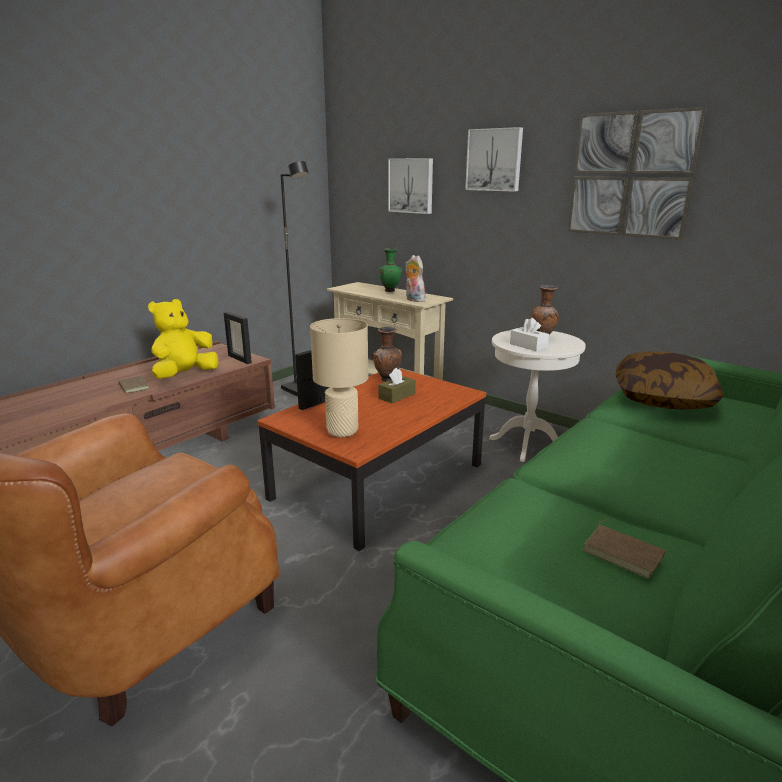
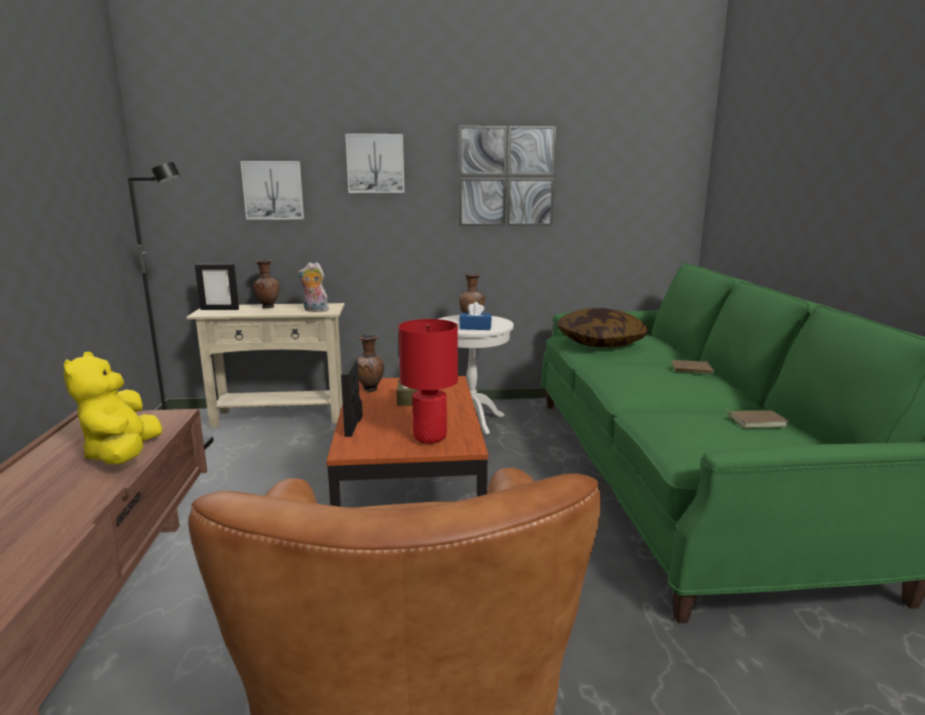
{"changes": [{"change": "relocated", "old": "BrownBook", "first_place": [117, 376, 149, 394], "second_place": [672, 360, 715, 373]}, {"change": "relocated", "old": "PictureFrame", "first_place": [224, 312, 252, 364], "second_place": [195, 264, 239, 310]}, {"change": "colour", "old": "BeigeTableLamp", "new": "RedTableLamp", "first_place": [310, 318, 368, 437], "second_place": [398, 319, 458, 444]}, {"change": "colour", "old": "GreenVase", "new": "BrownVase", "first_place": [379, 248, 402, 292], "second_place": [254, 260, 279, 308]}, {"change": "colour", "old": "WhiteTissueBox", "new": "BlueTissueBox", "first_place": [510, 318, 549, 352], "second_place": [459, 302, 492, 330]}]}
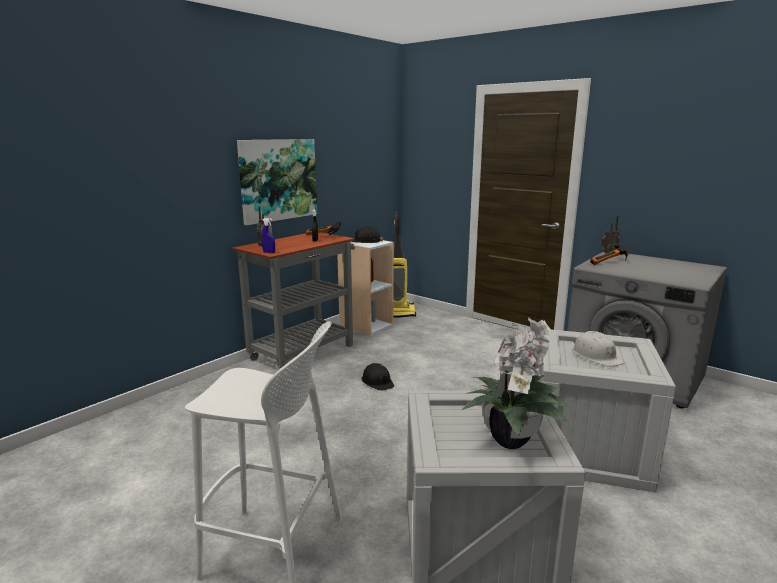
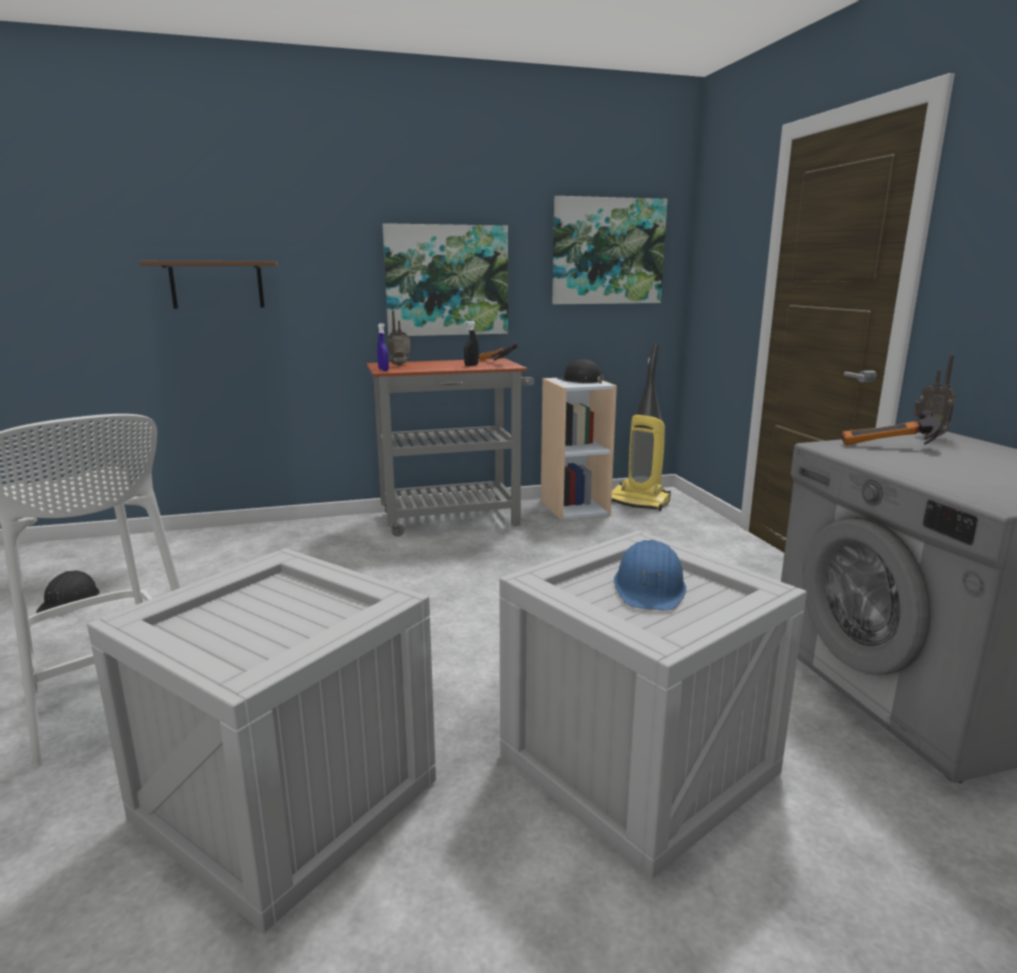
{"changes": [{"change": "missing", "old": "PottedPlant", "first_place": [462, 318, 571, 449]}, {"change": "appeared", "new": "BrownShelf", "second_place": [140, 261, 278, 309]}, {"change": "appeared", "new": "Picture", "second_place": [552, 196, 667, 304]}, {"change": "relocated", "old": "BlackHardHat", "first_place": [361, 363, 394, 391], "second_place": [36, 571, 100, 613]}, {"change": "colour", "old": "WhiteHardHat", "new": "BlueHardHat", "first_place": [572, 331, 624, 367], "second_place": [614, 540, 686, 611]}]}
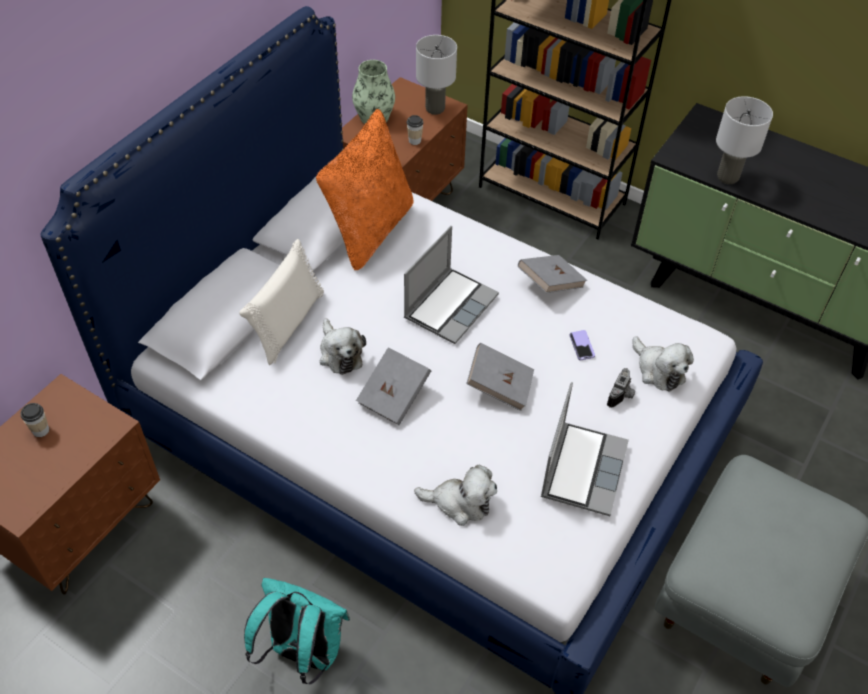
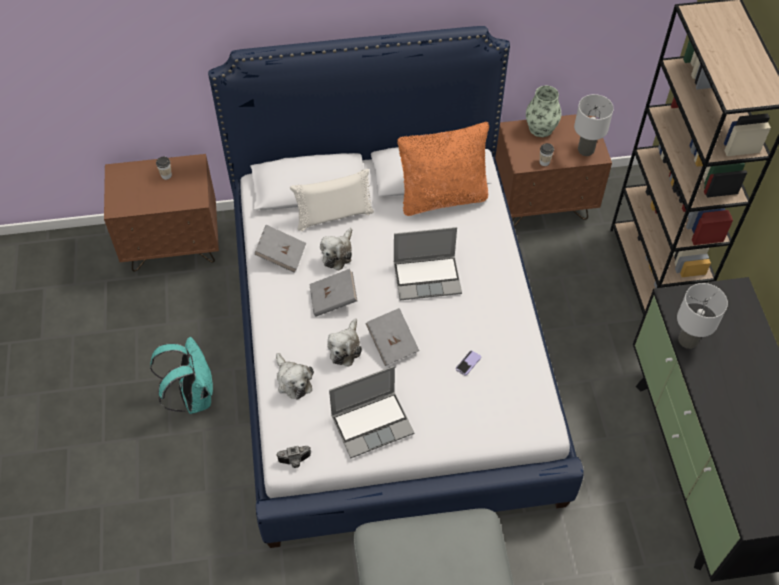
{"changes": [{"change": "relocated", "old": "GreyBook", "first_place": [518, 255, 587, 293], "second_place": [254, 225, 306, 273]}, {"change": "relocated", "old": "PhotoCamera", "first_place": [607, 368, 635, 408], "second_place": [276, 446, 311, 468]}, {"change": "relocated", "old": "PlushToy", "first_place": [632, 336, 694, 392], "second_place": [327, 318, 362, 367]}]}
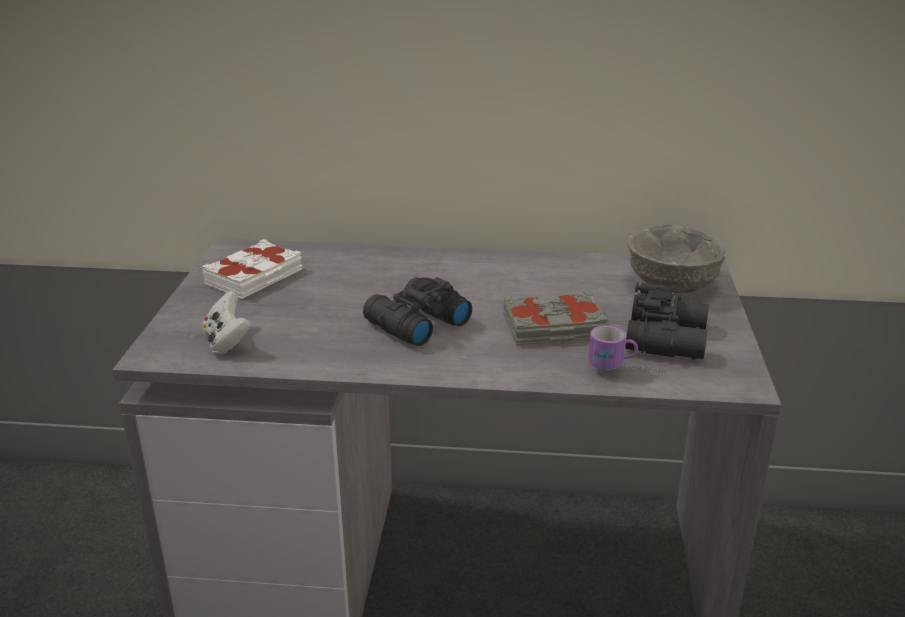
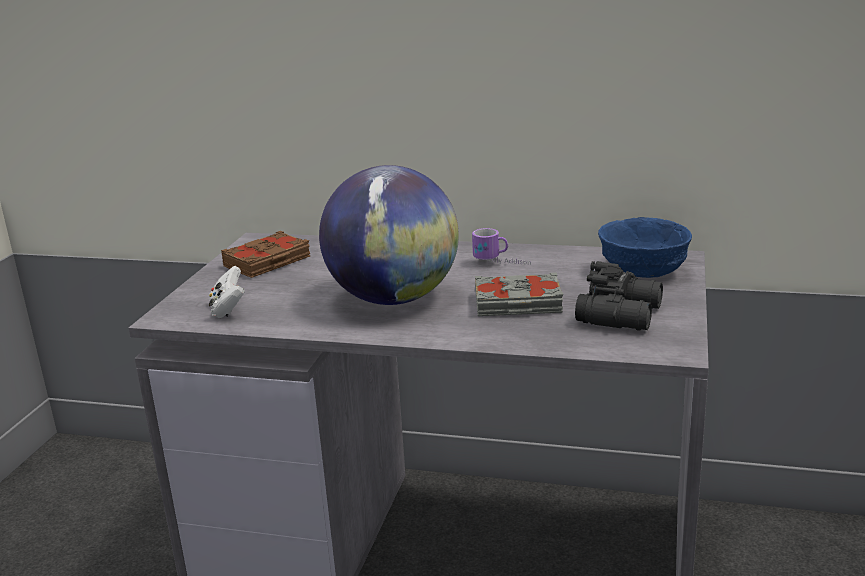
{"changes": [{"change": "relocated", "old": "Mug", "first_place": [588, 325, 666, 374], "second_place": [472, 228, 531, 265]}, {"change": "exchanged", "old": "BlackBinoculars", "new": "Globe", "first_place": [363, 277, 472, 346], "second_place": [319, 165, 459, 305]}, {"change": "colour", "old": "WhiteBook", "new": "BrownBook", "first_place": [202, 239, 302, 299], "second_place": [221, 231, 310, 278]}, {"change": "colour", "old": "GreyBowl", "new": "BlueBowl", "first_place": [627, 225, 727, 293], "second_place": [598, 217, 692, 278]}]}
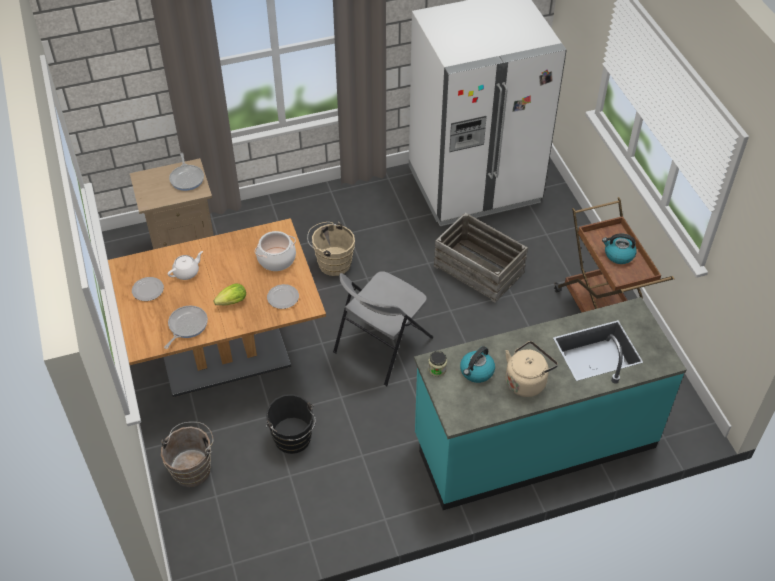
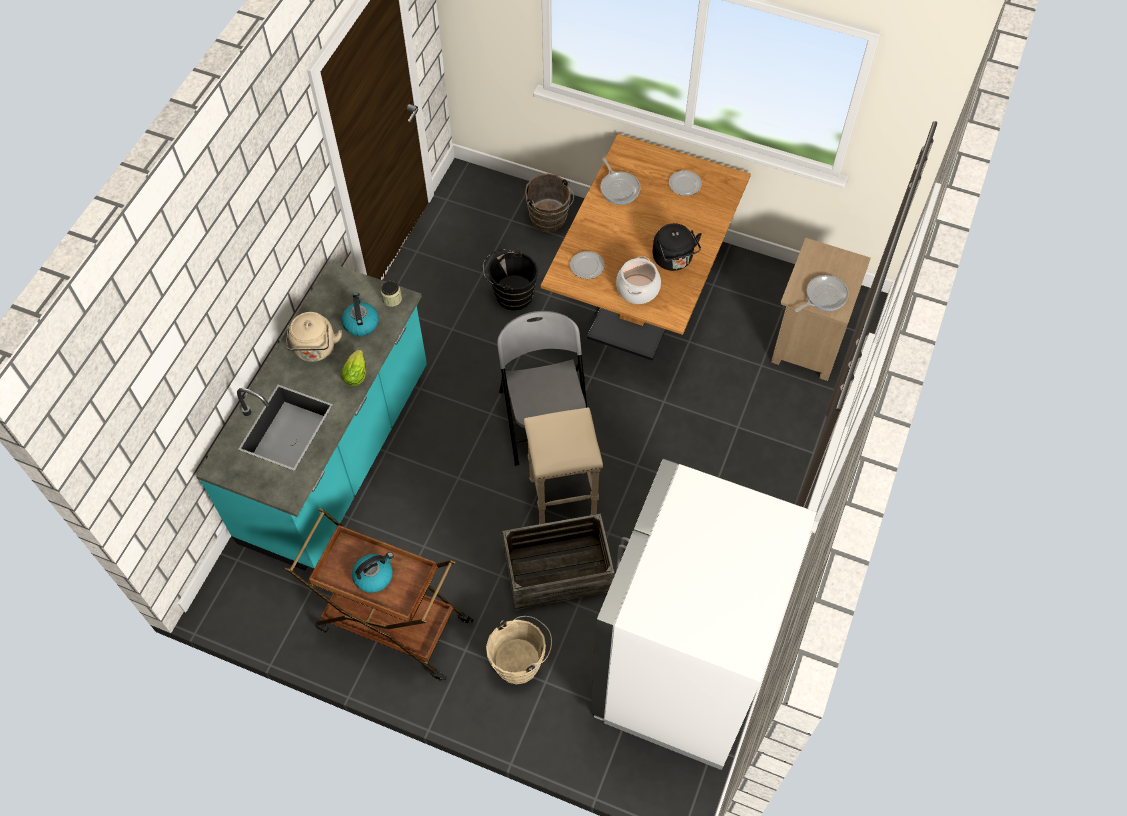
{"changes": [{"change": "missing", "old": "WhiteTeapot", "first_place": [168, 251, 203, 280]}, {"change": "appeared", "new": "BeigeStool", "second_place": [524, 407, 603, 524]}, {"change": "appeared", "new": "BlackKettle", "second_place": [652, 223, 702, 271]}, {"change": "relocated", "old": "Lettuce", "first_place": [213, 284, 246, 306], "second_place": [341, 349, 366, 386]}, {"change": "relocated", "old": "BeigeBucket", "first_place": [307, 222, 355, 276], "second_place": [486, 616, 552, 684]}, {"change": "spun", "old": "FryingPan", "first_place": [169, 153, 204, 191], "second_place": [795, 275, 849, 312], "degrees": 120}]}
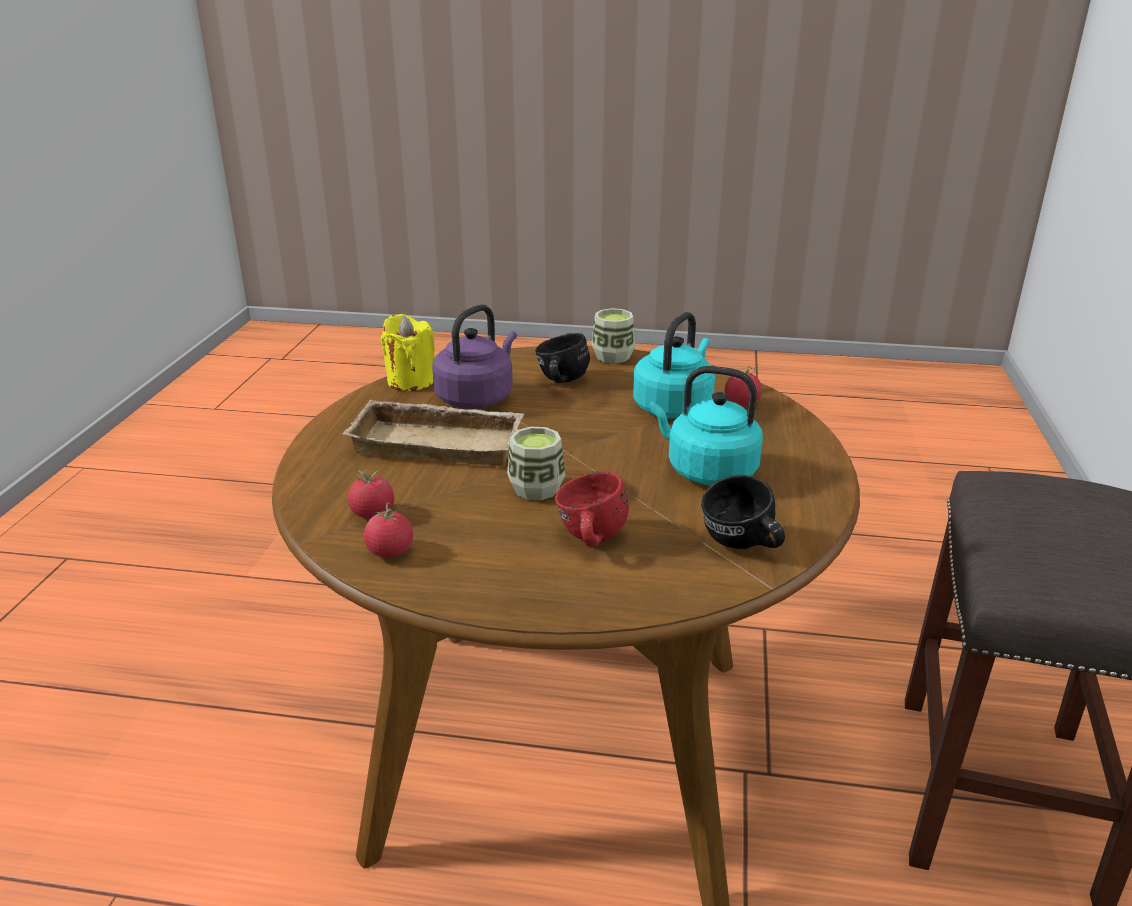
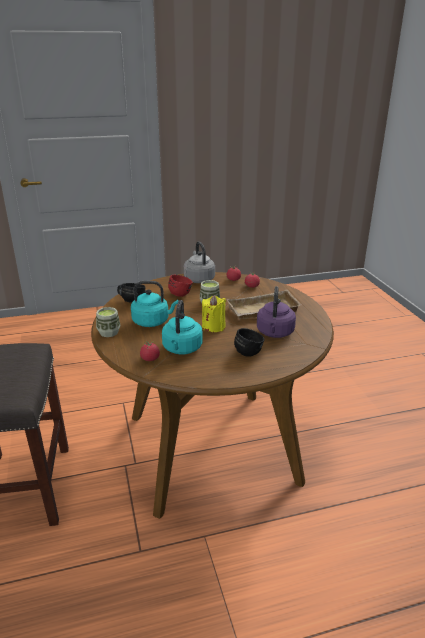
{"changes": [{"change": "appeared", "new": "GreyKettle", "second_place": [184, 241, 215, 283]}, {"change": "relocated", "old": "YellowCandle", "first_place": [381, 314, 435, 391], "second_place": [202, 295, 226, 332]}, {"change": "relocated", "old": "Cup", "first_place": [592, 308, 635, 364], "second_place": [96, 307, 121, 337]}]}
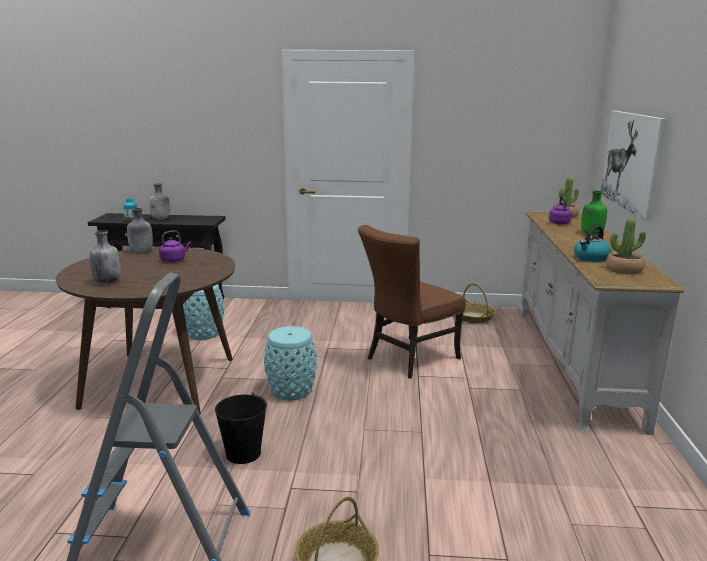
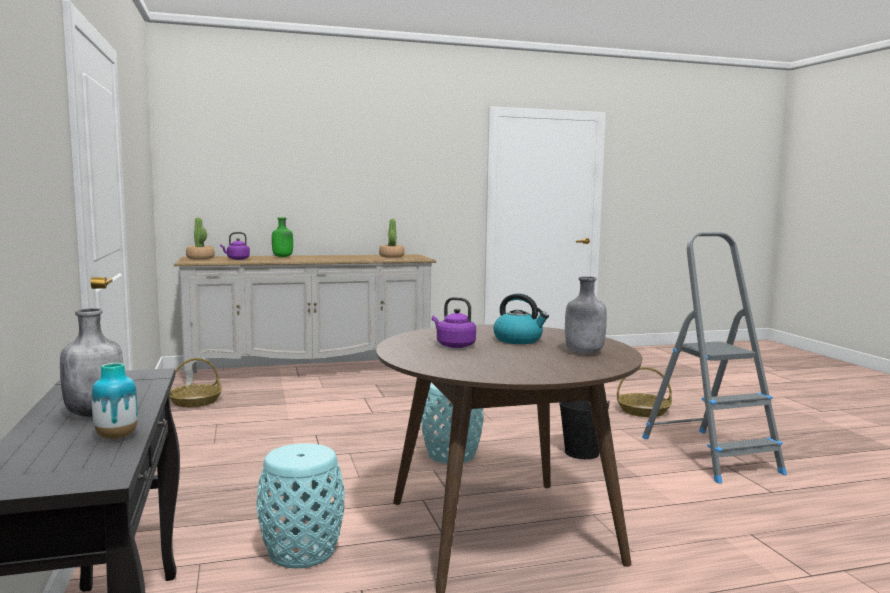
{"changes": [{"change": "missing", "old": "GreyBottle", "first_place": [127, 208, 153, 253]}, {"change": "missing", "old": "BrownChair", "first_place": [358, 225, 466, 379]}, {"change": "missing", "old": "Picture", "first_place": [601, 111, 667, 221]}, {"change": "relocated", "old": "Kettle", "first_place": [574, 225, 611, 262], "second_place": [493, 294, 549, 344]}]}
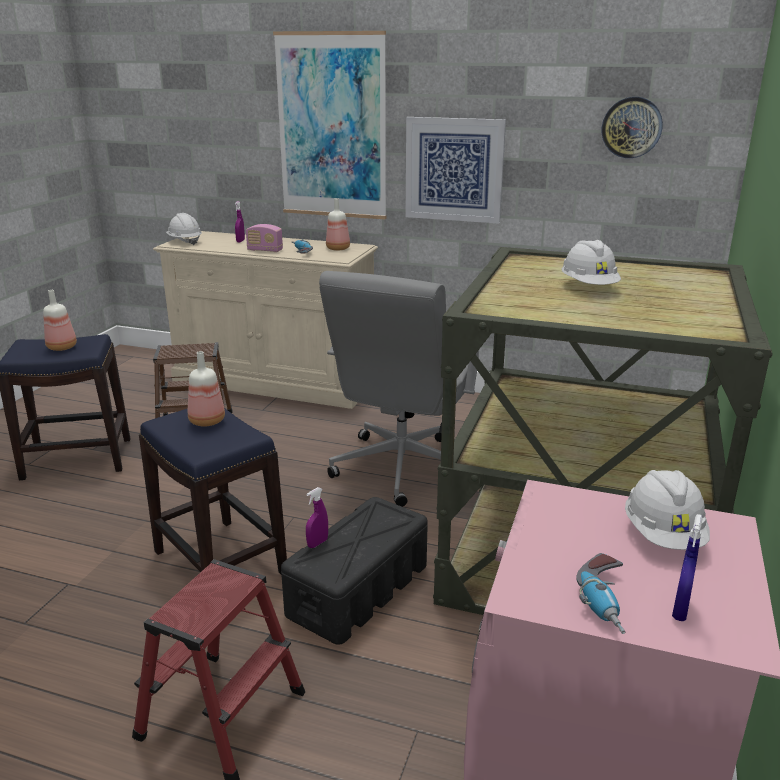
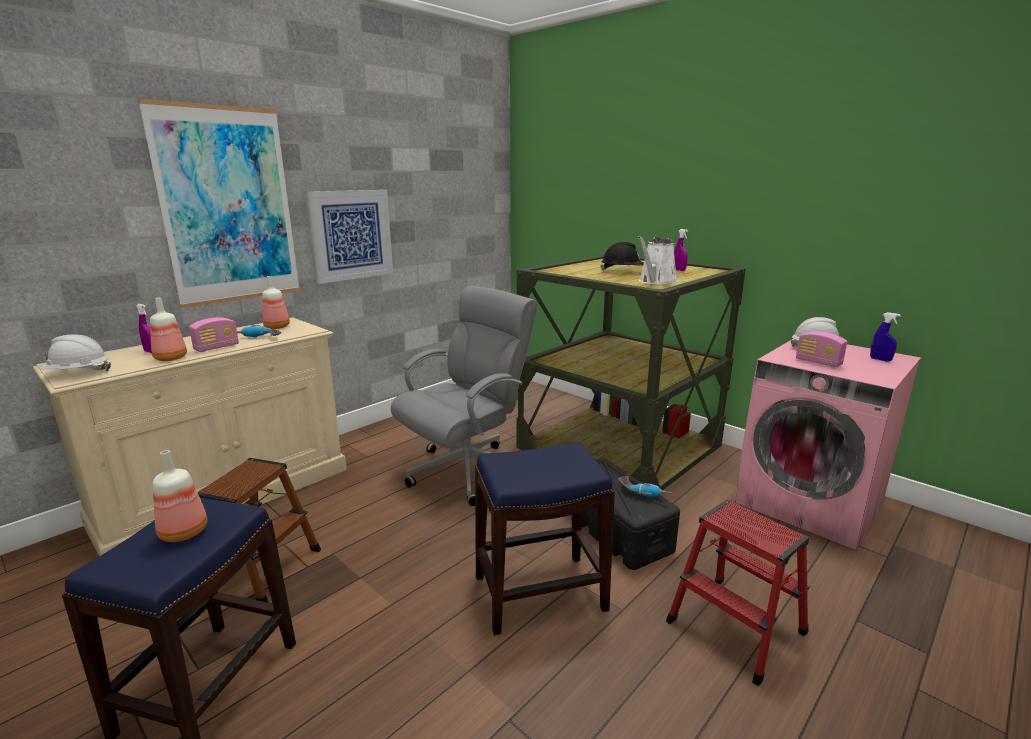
{"changes": [{"change": "missing", "old": "WallClock", "first_place": [602, 97, 663, 158]}, {"change": "appeared", "new": "WhiteWateringCan", "second_place": [638, 236, 678, 285]}, {"change": "appeared", "new": "Radio", "second_place": [796, 331, 847, 367]}, {"change": "relocated", "old": "Bottle", "first_place": [188, 351, 225, 427], "second_place": [150, 298, 187, 361]}, {"change": "relocated", "old": "PurpleSprayBottle", "first_place": [306, 487, 328, 548], "second_place": [674, 229, 688, 271]}, {"change": "relocated", "old": "PowerDrill", "first_place": [576, 553, 626, 634], "second_place": [618, 476, 672, 497]}, {"change": "colour", "old": "WhiteHardHat", "new": "BlackHardHat", "first_place": [561, 240, 621, 285], "second_place": [600, 242, 644, 271]}, {"change": "spun", "old": "GreyOfficeChair", "first_place": [319, 271, 479, 507], "second_place": [391, 286, 537, 506], "degrees": -90}]}
